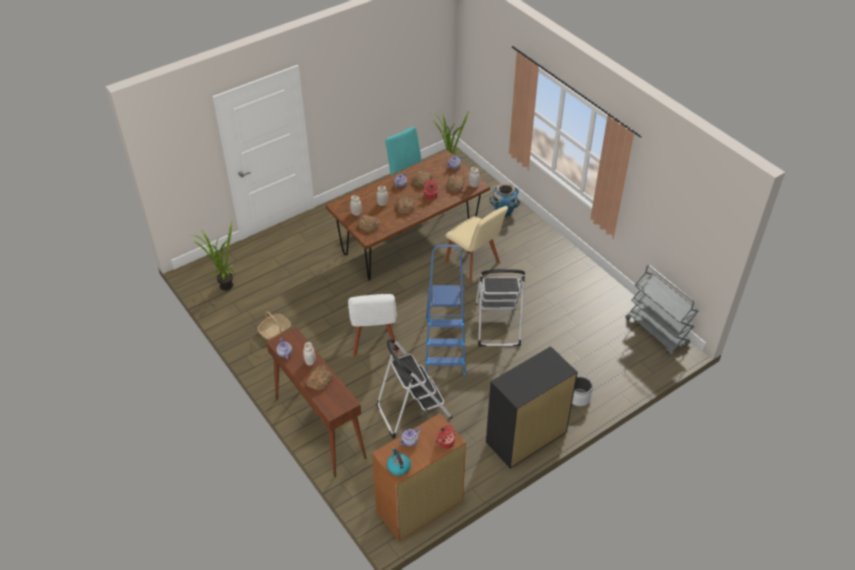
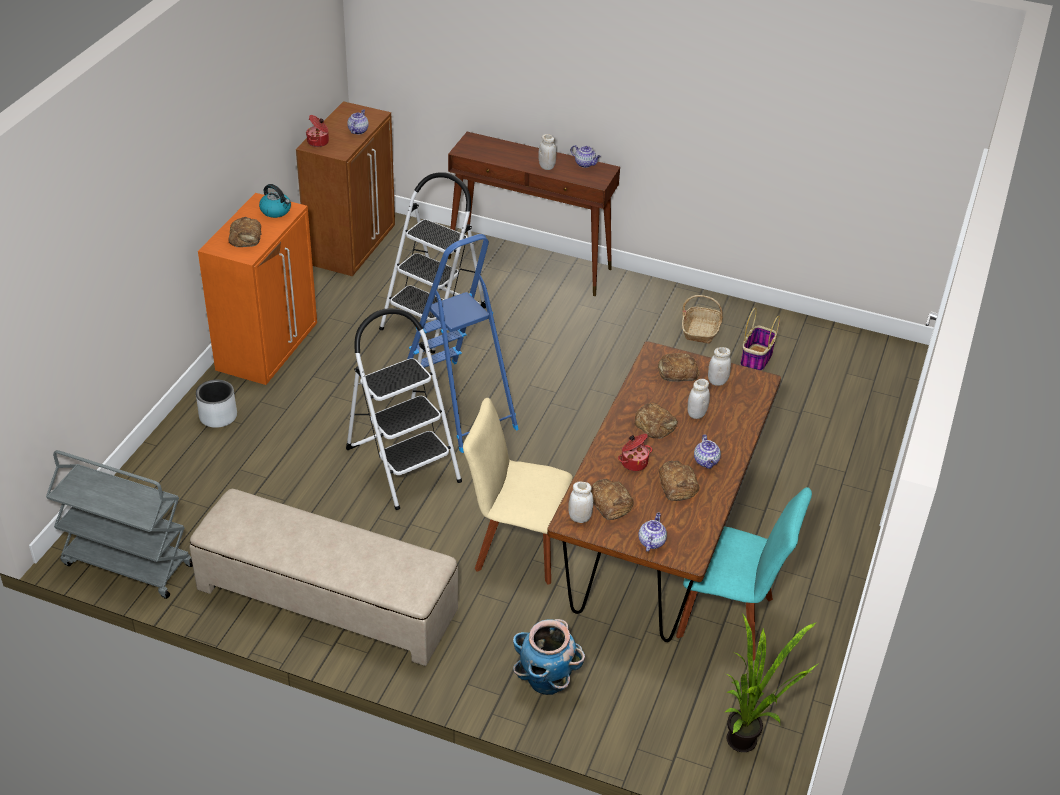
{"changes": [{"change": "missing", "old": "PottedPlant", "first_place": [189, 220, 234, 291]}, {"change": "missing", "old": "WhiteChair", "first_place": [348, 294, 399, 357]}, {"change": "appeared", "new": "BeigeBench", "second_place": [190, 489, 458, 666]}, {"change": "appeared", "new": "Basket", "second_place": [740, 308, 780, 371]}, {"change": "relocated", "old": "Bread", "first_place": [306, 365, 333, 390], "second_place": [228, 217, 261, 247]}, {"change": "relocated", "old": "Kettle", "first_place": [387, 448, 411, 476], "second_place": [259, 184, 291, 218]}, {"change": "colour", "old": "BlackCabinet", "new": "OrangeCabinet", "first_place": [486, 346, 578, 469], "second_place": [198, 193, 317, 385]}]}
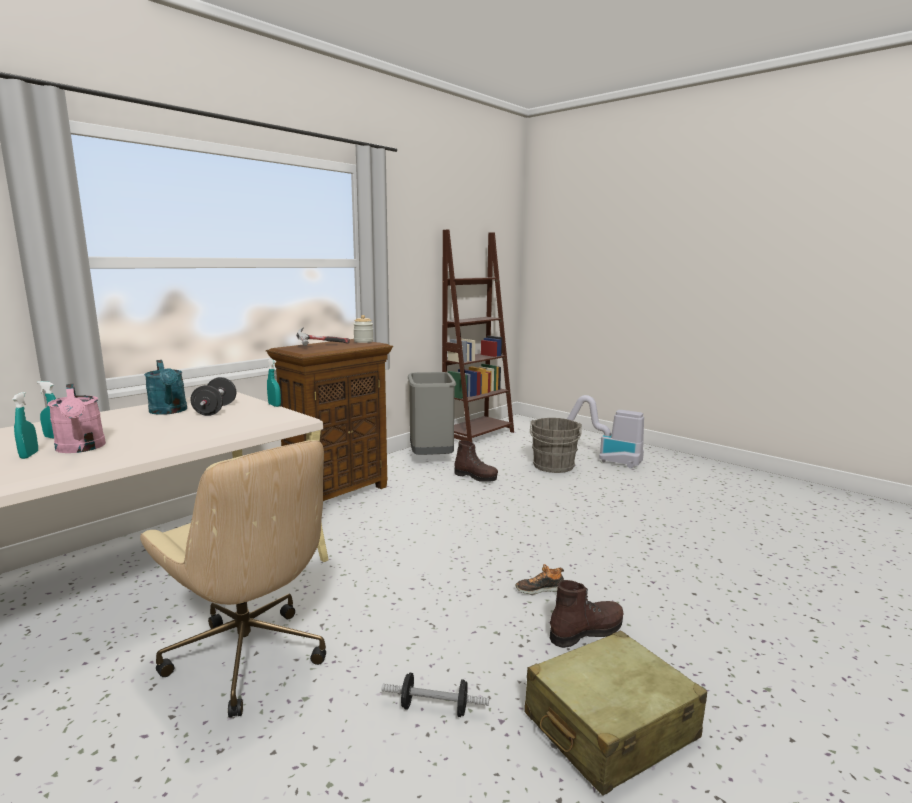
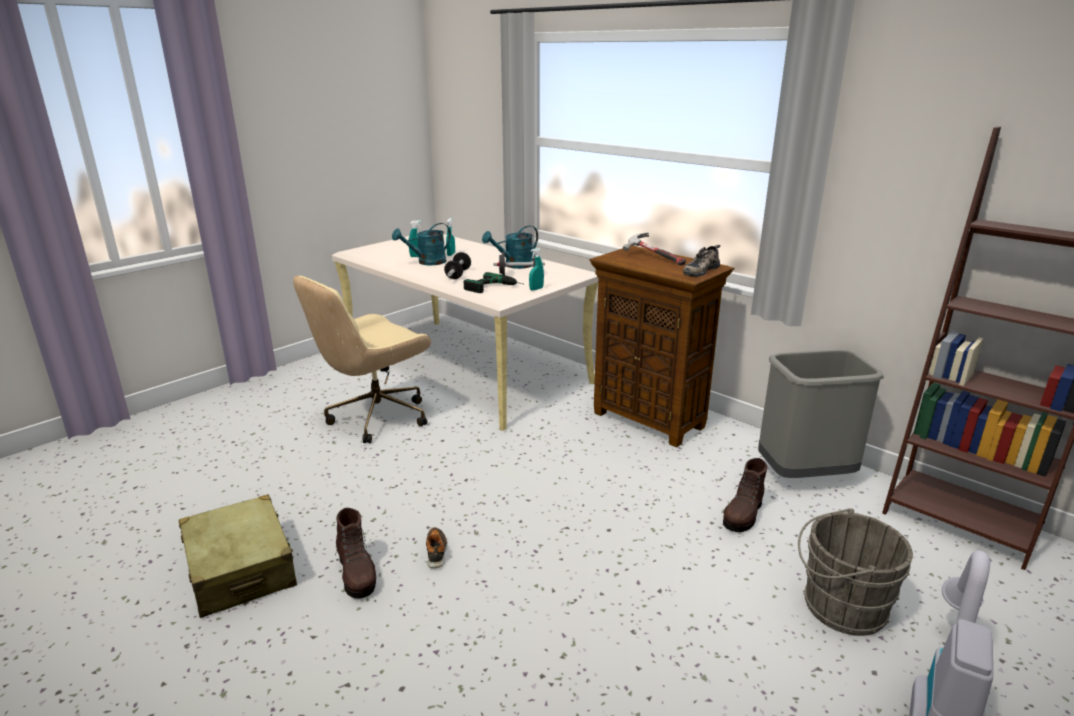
{"changes": [{"change": "appeared", "new": "PowerDrill", "second_place": [464, 272, 522, 293]}, {"change": "relocated", "old": "Dumbbell", "first_place": [381, 673, 489, 717], "second_place": [444, 252, 471, 279]}, {"change": "exchanged", "old": "Jar", "new": "Shoe", "first_place": [353, 315, 374, 343], "second_place": [683, 245, 720, 277]}, {"change": "colour", "old": "PinkWateringCan", "new": "TurquoiseWateringCan", "first_place": [48, 384, 106, 453], "second_place": [392, 223, 451, 266]}]}
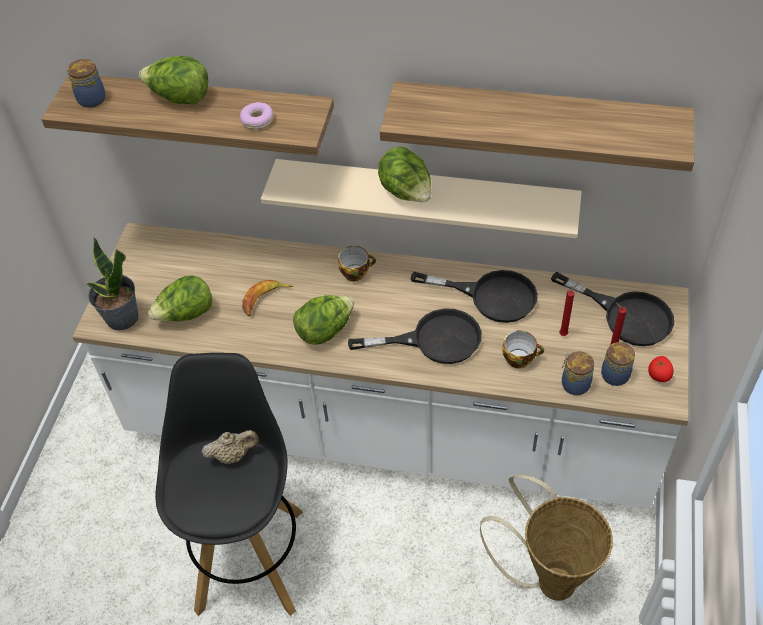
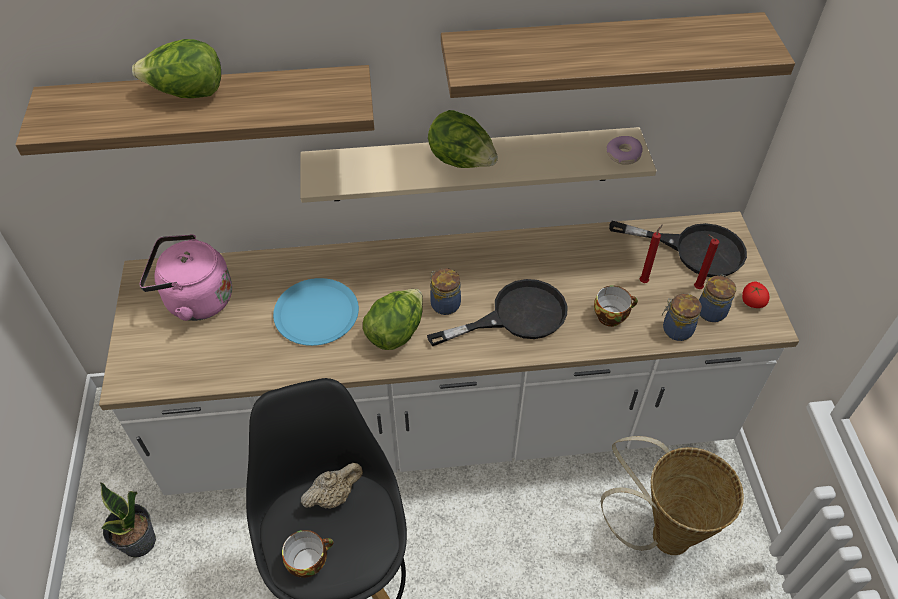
{"changes": [{"change": "missing", "old": "Lettuce", "first_place": [148, 275, 212, 322]}, {"change": "missing", "old": "BlackFryingPan", "first_place": [411, 270, 538, 323]}, {"change": "appeared", "new": "PinkKettle", "second_place": [139, 234, 232, 321]}, {"change": "relocated", "old": "Jar", "first_place": [67, 59, 106, 108], "second_place": [430, 268, 461, 315]}, {"change": "relocated", "old": "PottedPlant", "first_place": [87, 238, 139, 330], "second_place": [100, 482, 156, 557]}, {"change": "relocated", "old": "Donut", "first_place": [240, 102, 274, 129], "second_place": [606, 136, 643, 165]}, {"change": "relocated", "old": "Cup", "first_place": [338, 246, 376, 281], "second_place": [282, 530, 333, 578]}, {"change": "exchanged", "old": "Banana", "new": "BluePlate", "first_place": [242, 280, 293, 316], "second_place": [273, 278, 359, 346]}]}
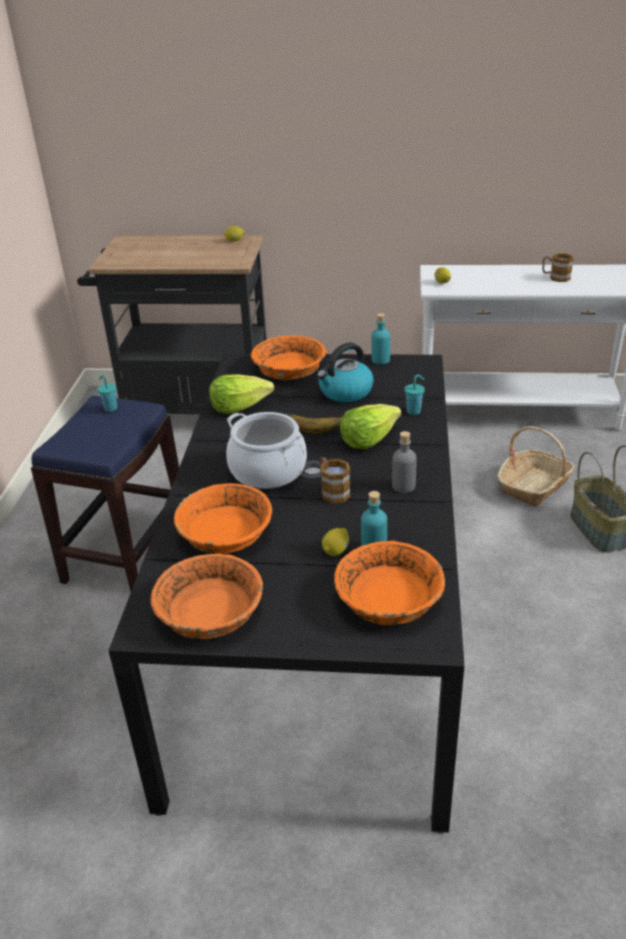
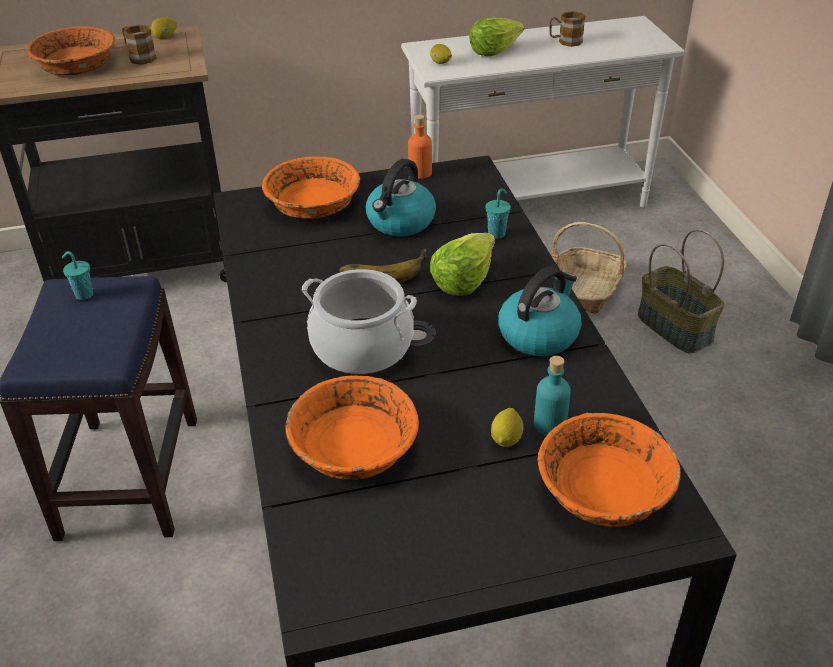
{"changes": [{"change": "relocated", "old": "OrangeBowl", "first_place": [151, 554, 263, 639], "second_place": [27, 26, 115, 75]}, {"change": "relocated", "old": "Lettuce", "first_place": [209, 374, 274, 414], "second_place": [469, 18, 524, 56]}, {"change": "relocated", "old": "Mug", "first_place": [320, 457, 351, 504], "second_place": [122, 25, 157, 65]}, {"change": "exchanged", "old": "GreyBottle", "new": "Kettle", "first_place": [392, 431, 417, 493], "second_place": [498, 267, 581, 356]}, {"change": "colour", "old": "TurquoiseBottle", "new": "OrangeBottle", "first_place": [372, 313, 390, 364], "second_place": [408, 114, 432, 179]}]}
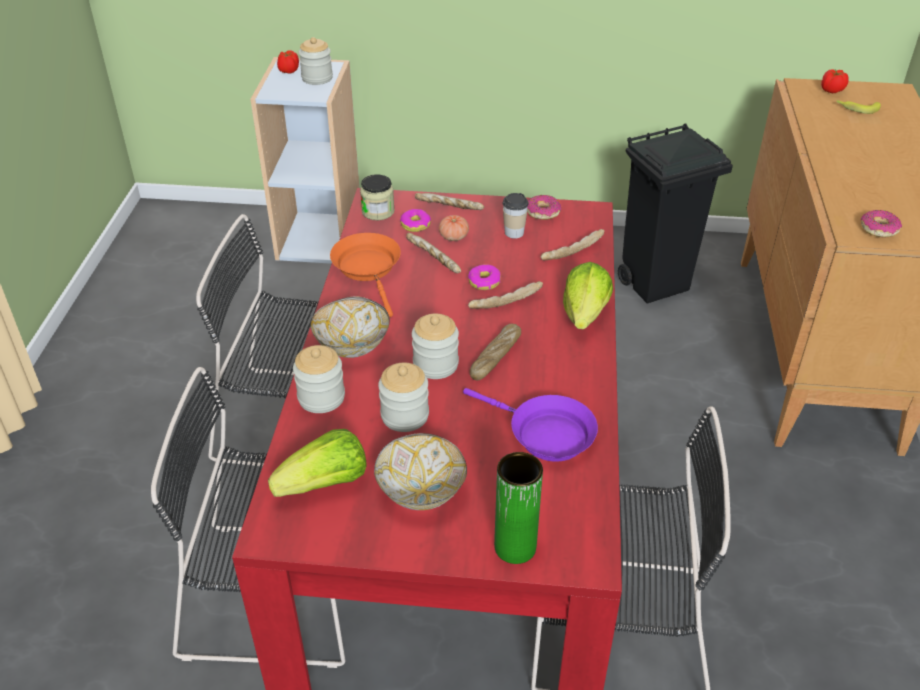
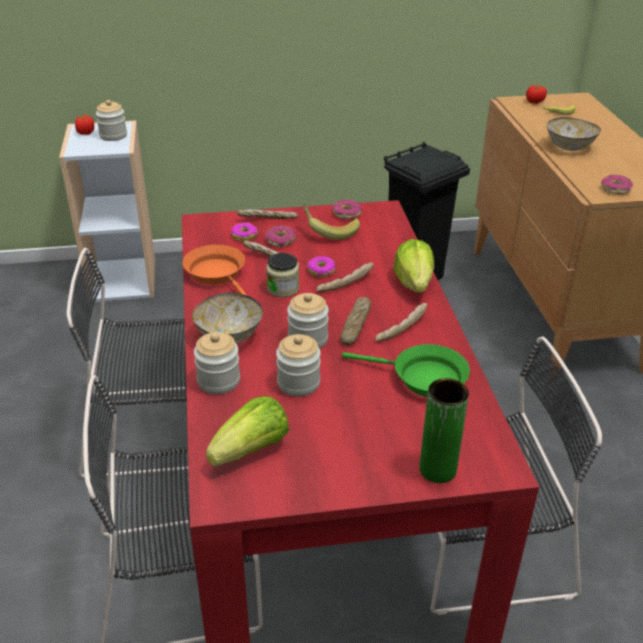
{"changes": [{"change": "relocated", "old": "Jar", "first_place": [360, 174, 395, 220], "second_place": [266, 253, 299, 297]}, {"change": "relocated", "old": "Bowl", "first_place": [374, 433, 467, 510], "second_place": [547, 117, 601, 151]}, {"change": "relocated", "old": "Bread", "first_place": [540, 229, 605, 260], "second_place": [375, 303, 427, 342]}, {"change": "exchanged", "old": "Tomato", "new": "Donut", "first_place": [439, 215, 469, 241], "second_place": [265, 225, 297, 248]}, {"change": "exchanged", "old": "Cup", "new": "Banana", "first_place": [503, 193, 529, 239], "second_place": [303, 204, 360, 240]}, {"change": "colour", "old": "PurpleFryingPan", "new": "GreenFryingPan", "first_place": [463, 388, 598, 462], "second_place": [342, 344, 470, 397]}]}
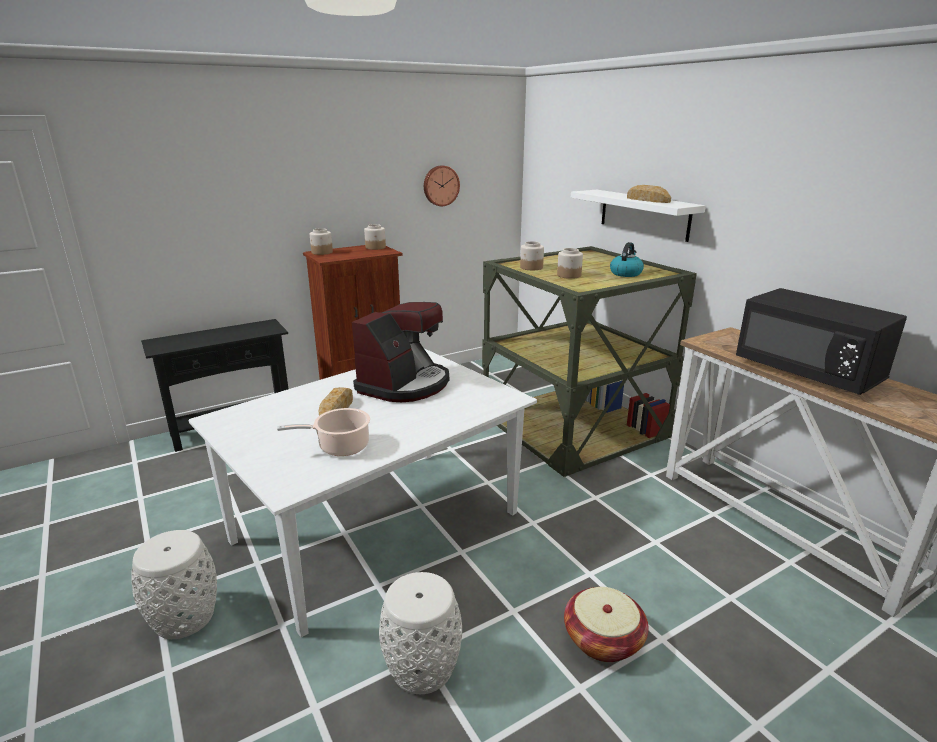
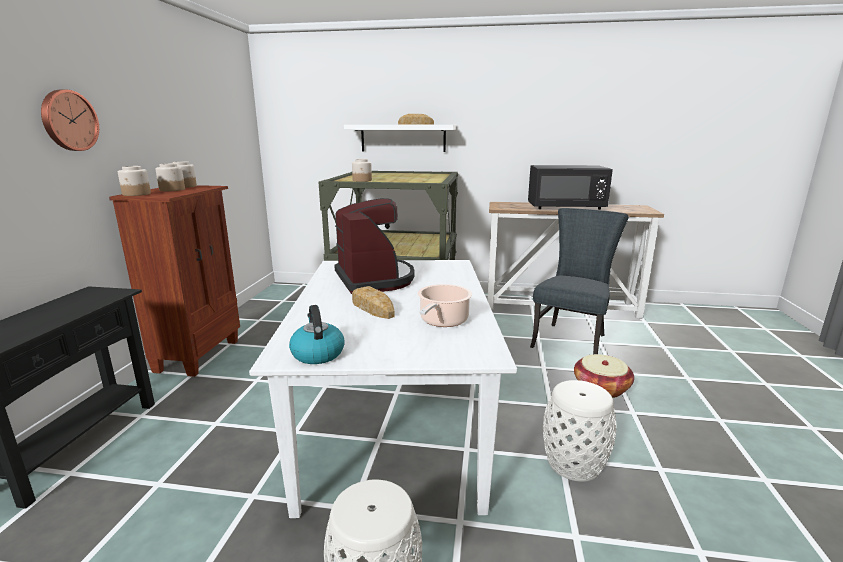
{"changes": [{"change": "appeared", "new": "GreyChair", "second_place": [530, 208, 629, 354]}, {"change": "relocated", "old": "WallClock", "first_place": [424, 165, 460, 206], "second_place": [41, 90, 99, 151]}, {"change": "relocated", "old": "Jar", "first_place": [557, 248, 583, 279], "second_place": [155, 163, 185, 191]}, {"change": "relocated", "old": "Kettle", "first_place": [610, 242, 644, 277], "second_place": [289, 305, 345, 364]}]}
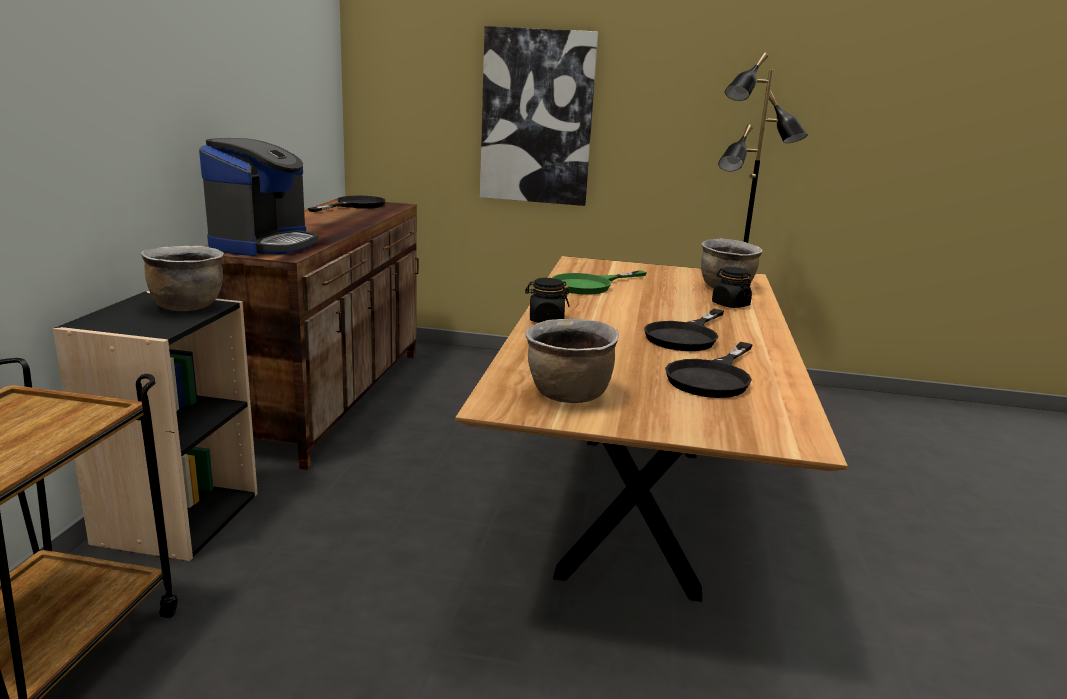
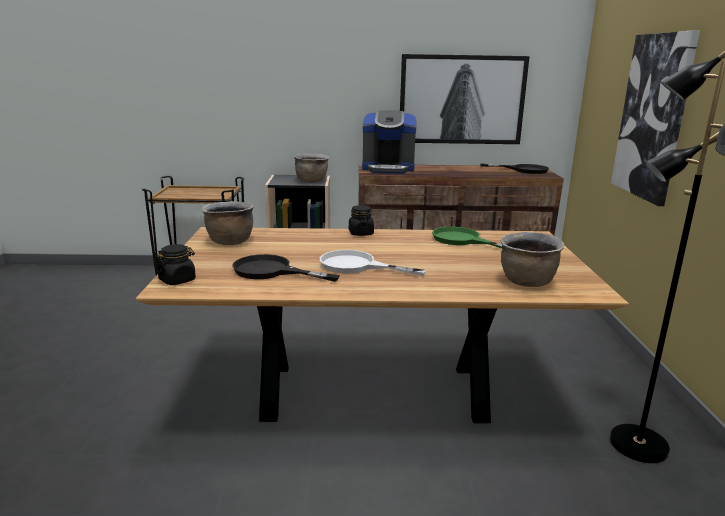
{"changes": [{"change": "appeared", "new": "Picture", "second_place": [400, 54, 530, 144]}, {"change": "relocated", "old": "BlackJar", "first_place": [712, 267, 752, 308], "second_place": [156, 244, 196, 285]}, {"change": "colour", "old": "BlackFryingPan", "new": "WhiteFryingPan", "first_place": [644, 309, 724, 351], "second_place": [320, 250, 426, 276]}]}
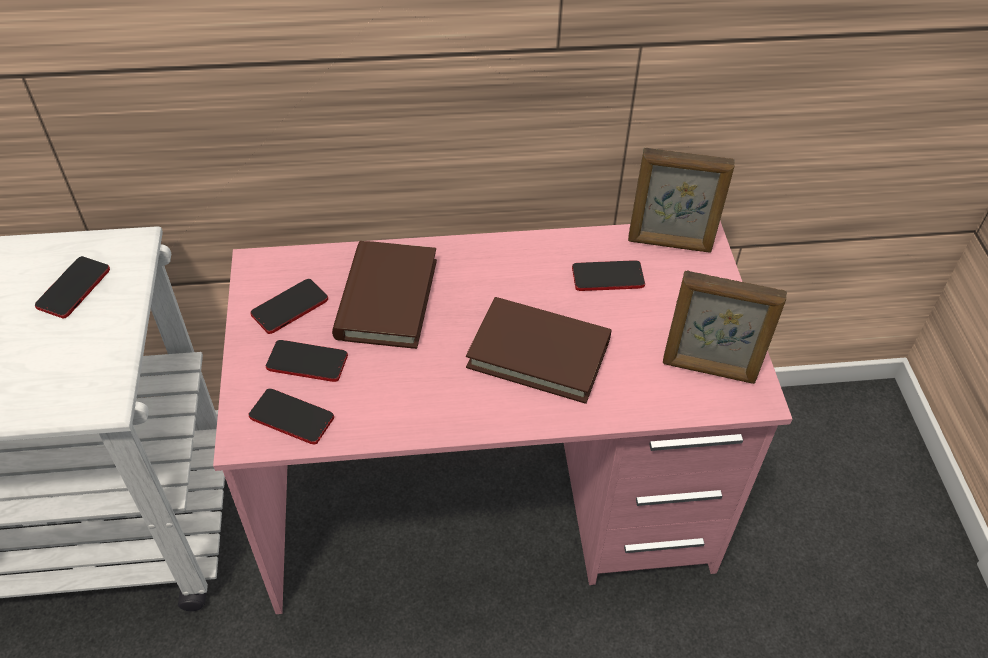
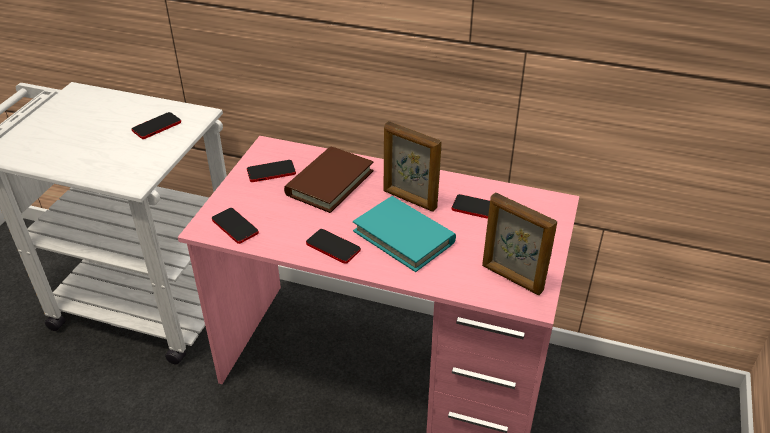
{"changes": [{"change": "relocated", "old": "Phone", "first_place": [266, 340, 348, 382], "second_place": [306, 229, 361, 264]}, {"change": "relocated", "old": "PictureFrame", "first_place": [628, 147, 735, 253], "second_place": [384, 121, 442, 212]}, {"change": "colour", "old": "BrownBook", "new": "TurquoiseBook", "first_place": [466, 297, 611, 404], "second_place": [353, 196, 456, 272]}]}
